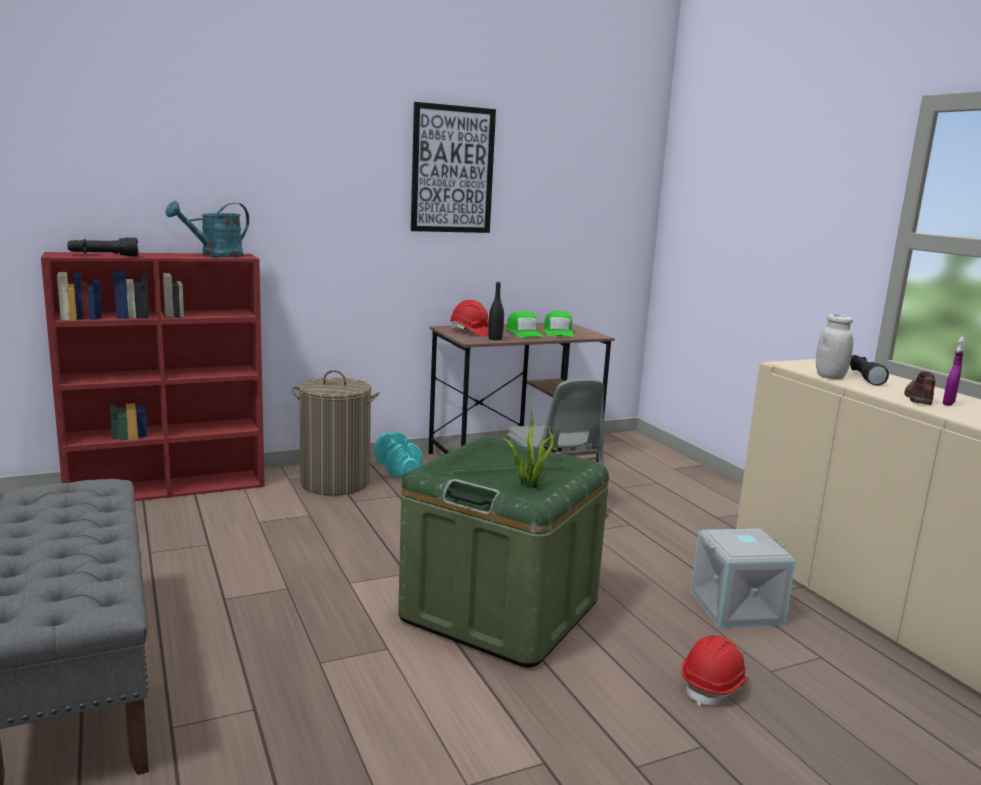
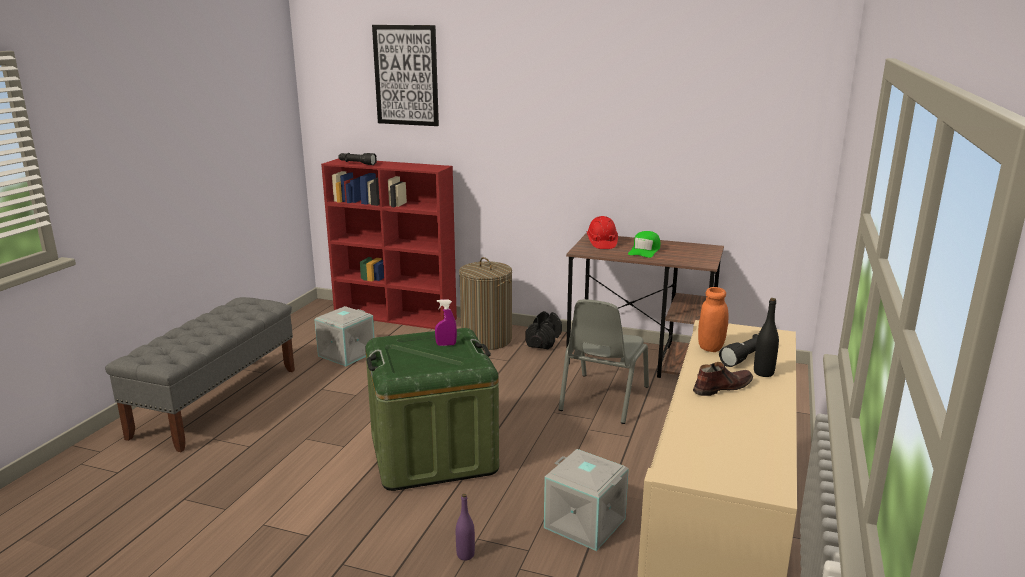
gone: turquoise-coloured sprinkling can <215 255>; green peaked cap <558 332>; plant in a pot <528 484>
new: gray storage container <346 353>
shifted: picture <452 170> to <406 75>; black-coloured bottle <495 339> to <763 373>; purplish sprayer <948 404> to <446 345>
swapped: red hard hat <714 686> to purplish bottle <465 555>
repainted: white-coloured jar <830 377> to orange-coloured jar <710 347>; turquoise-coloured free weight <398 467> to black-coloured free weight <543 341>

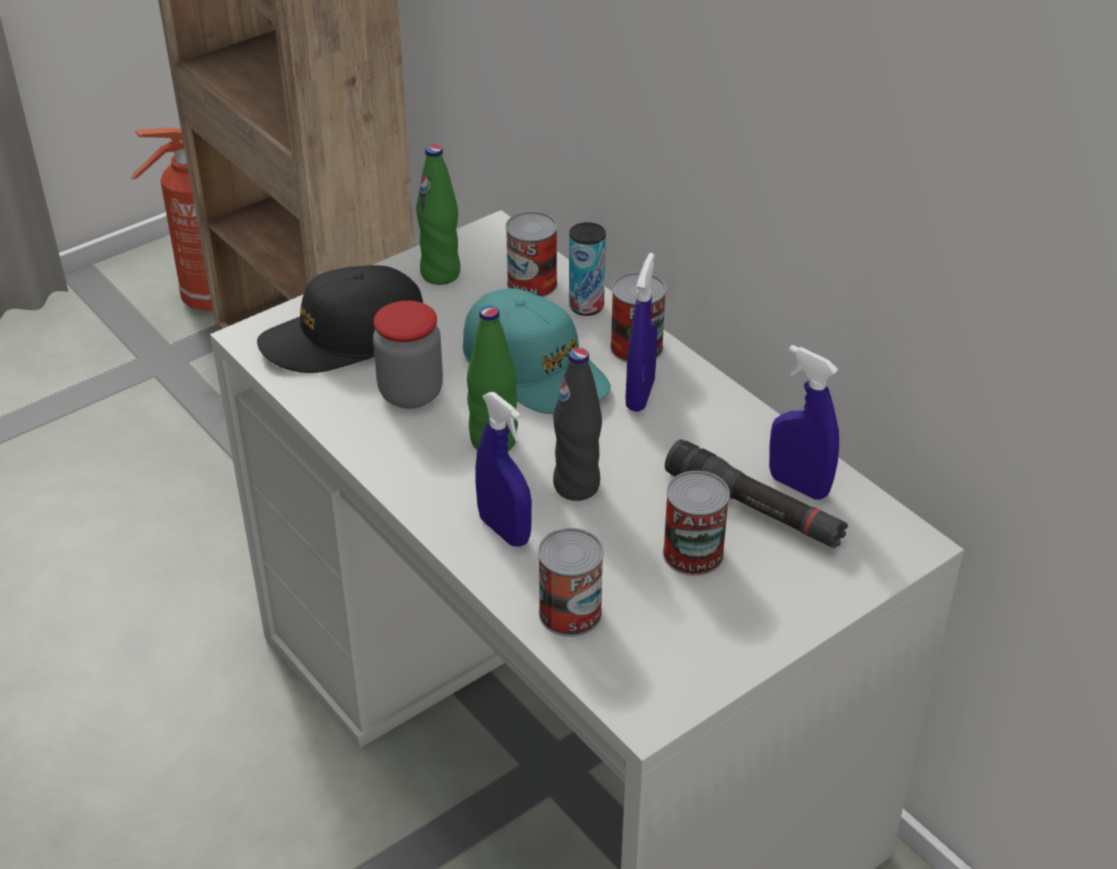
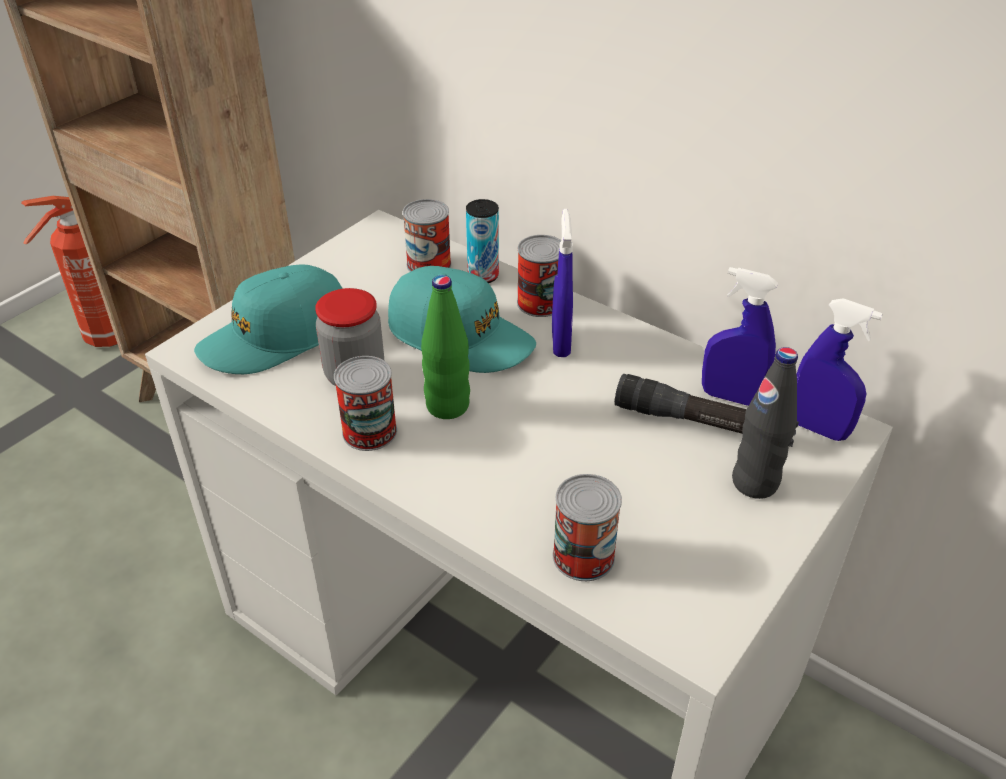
gone: green bottle <440 274>
shifted: black-coloured bottle <576 486> to <755 483>; bluish sprayer <504 530> to <818 429>; sealed can <693 553> to <369 431>
repainted: black-coloured peaked cap <345 338> to turquoise-coloured peaked cap <276 336>

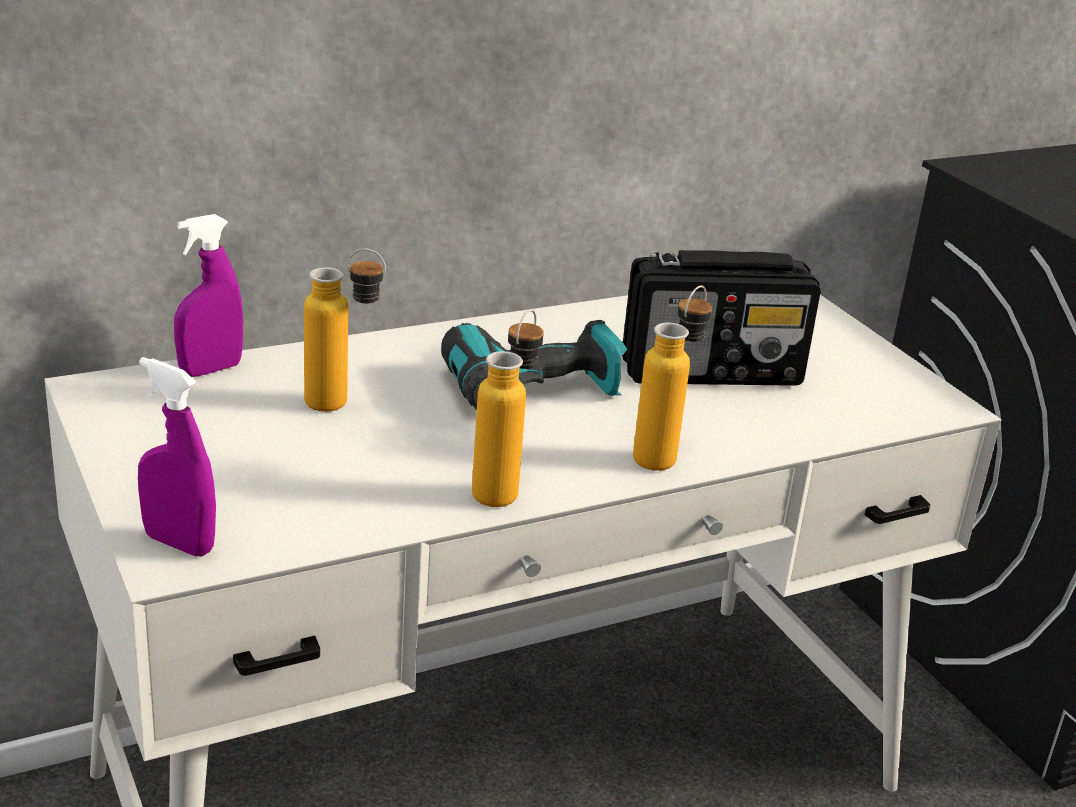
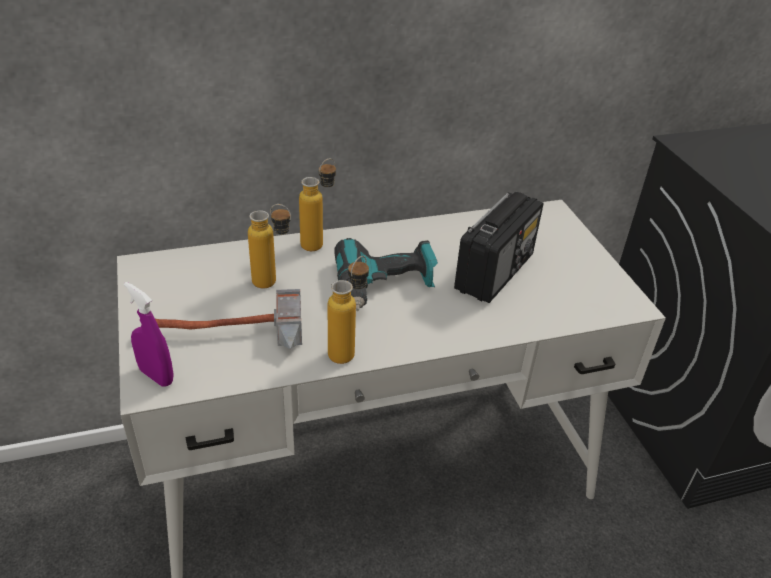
gone: purplish sprayer <210 370>
new: hammer <224 338>
shifted: bottle <664 454> to <319 242>
rotated: radio set <713 371> = <495 272> 60 degrees counterclockwise

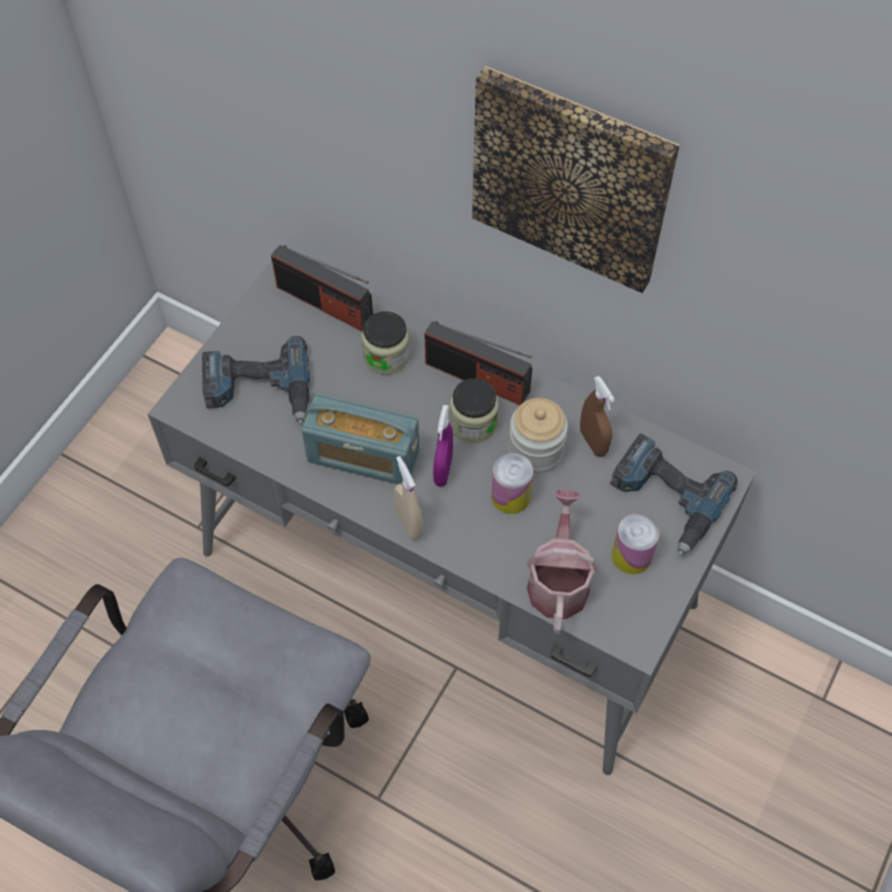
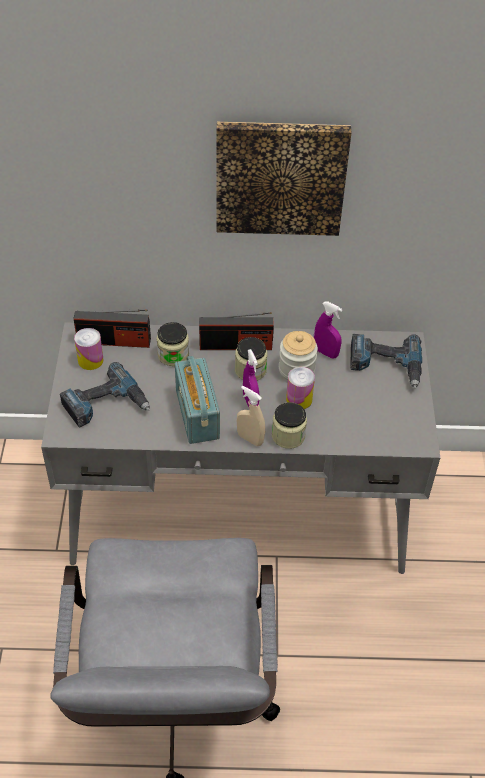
gone: sprinkling can <558 580>
new: jar <288 436>
shifted: sealed can <631 555> to <90 360>
repainted: brownish sprayer <593 442> to purplish sprayer <325 352>
rotated: radio set <363 456> = <197 414> 90 degrees clockwise

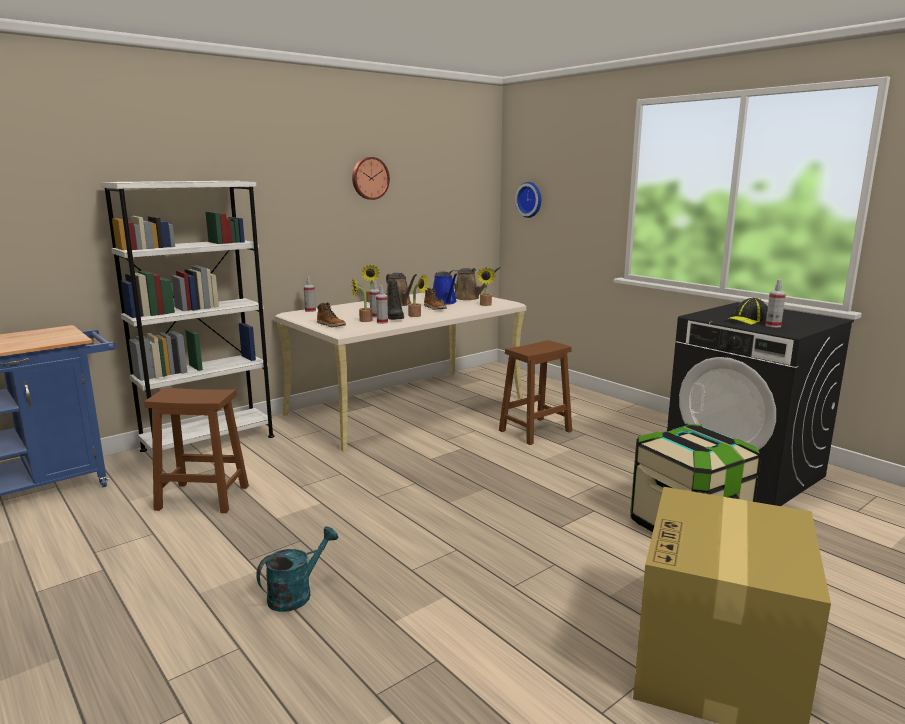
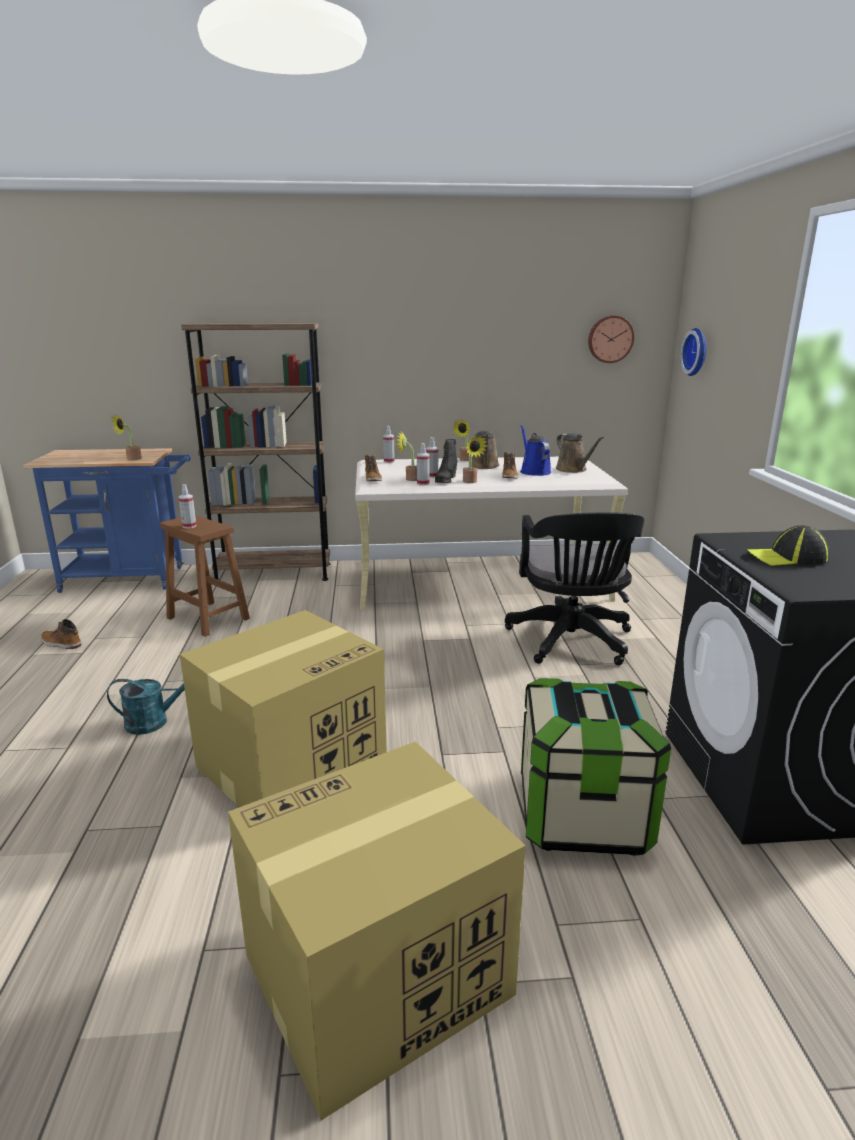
new: packing box <293 762>; high-top boot <61 644>
shifted: wall clock <369 178> to <610 339>; plant in a pot <485 305> to <131 459>; sprayer <773 325> to <189 526>
swapped: brownish sitting stool <534 431> to black-coloured office chair <571 642>
repainted: white-coloured bookshelf <209 443> to brownish bookshelf <274 573>
rotated: bluish sprinkling can <444 302> = <534 471> 150 degrees clockwise

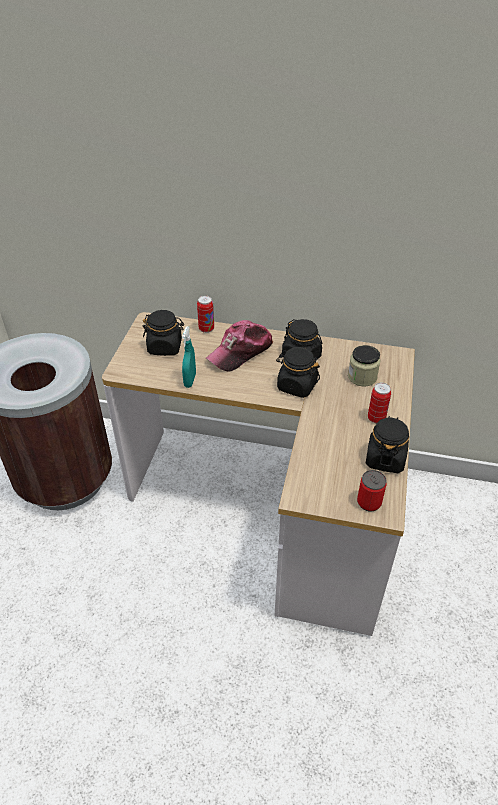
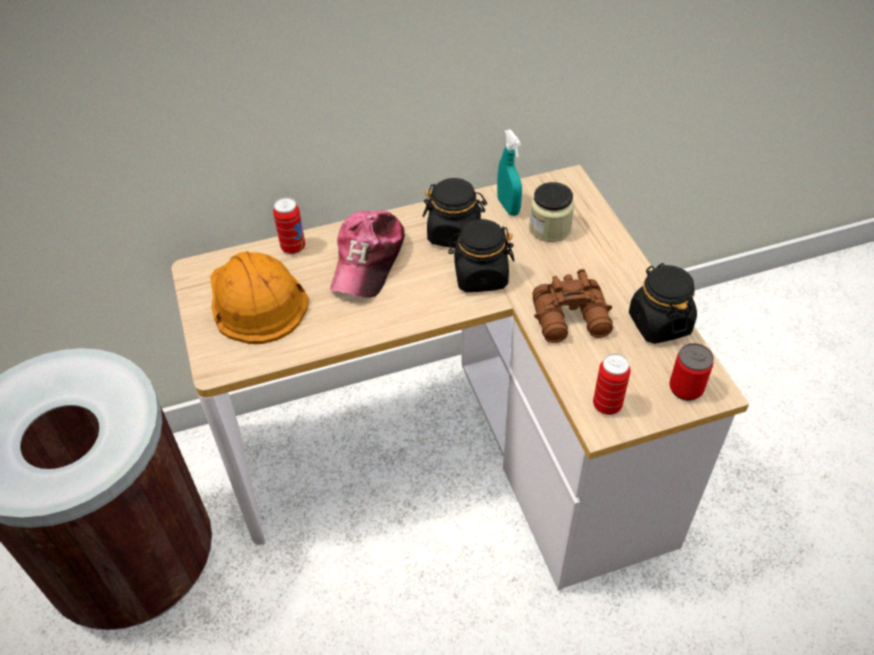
new: brownish binoculars <572 320>
shifted: turquoise-coloured sprayer <190 380> to <508 207>; sealed can <376 418> to <607 405>
swapped: black-coloured jar <165 347> to orange-coloured hard hat <255 300>

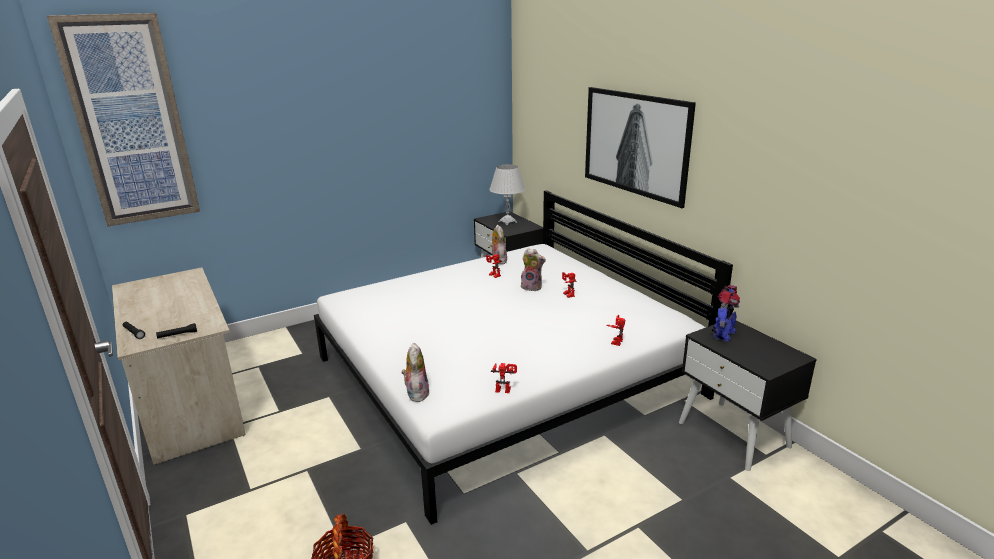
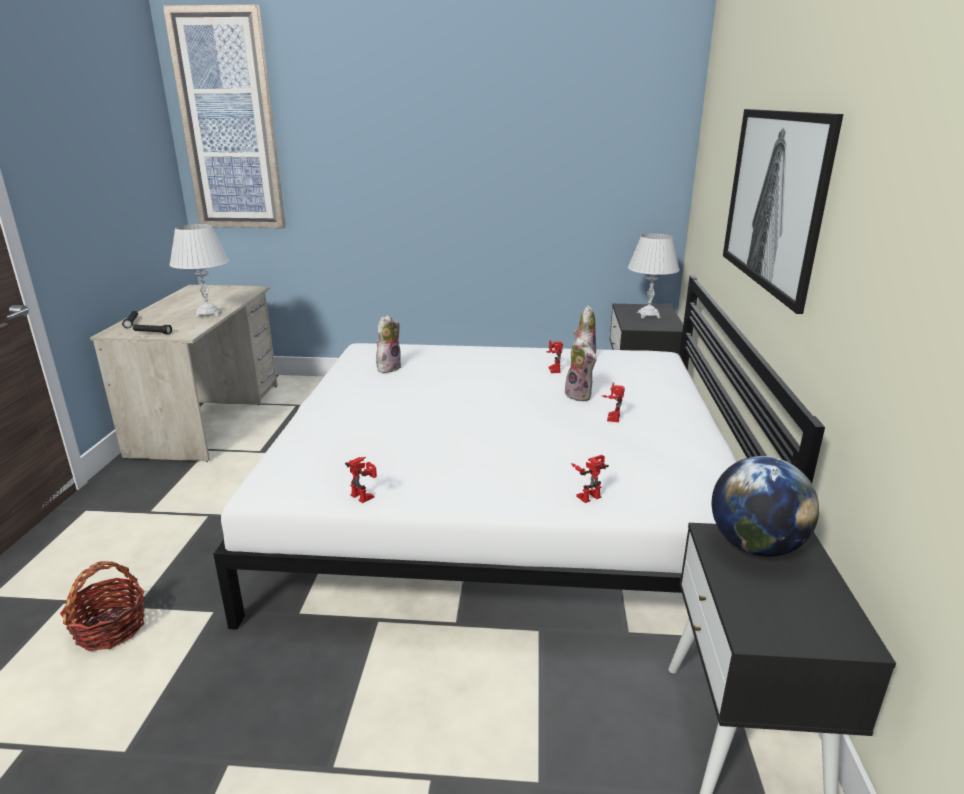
new: white-coloured table lamp <208 314>
shifted: soft toy <416 393> to <388 367>
swapped: toy robot <723 334> to world globe <755 546>

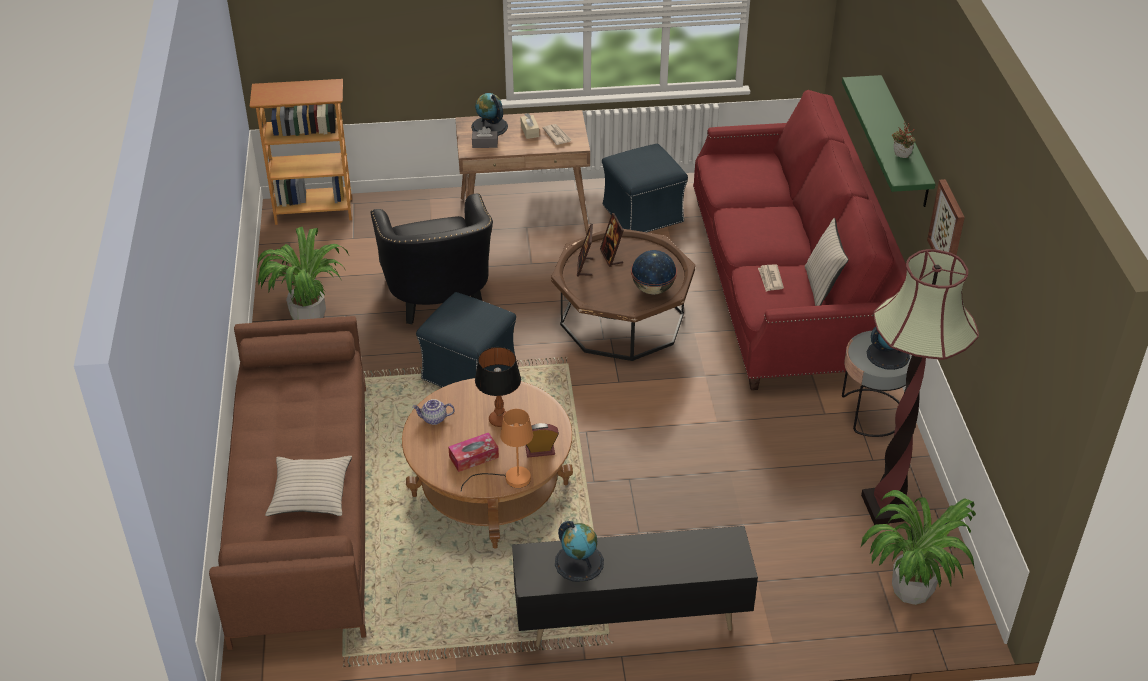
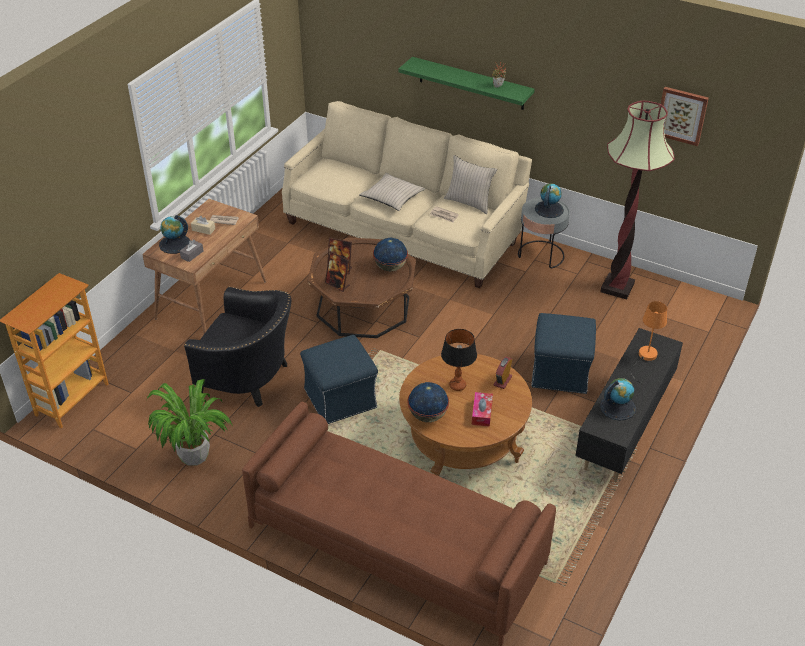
gone: plant in a pot <911 590>
shifted: bluish pouffe <642 214> to <560 373>; picture <948 228> to <682 115>; orange-coloured table lamp <509 479> to <645 358>; beige cushion <310 493> to <392 197>
swapped: teapot <434 419> to world globe <428 416>
repainted: red sofa <784 286> to beige sofa <404 230>

